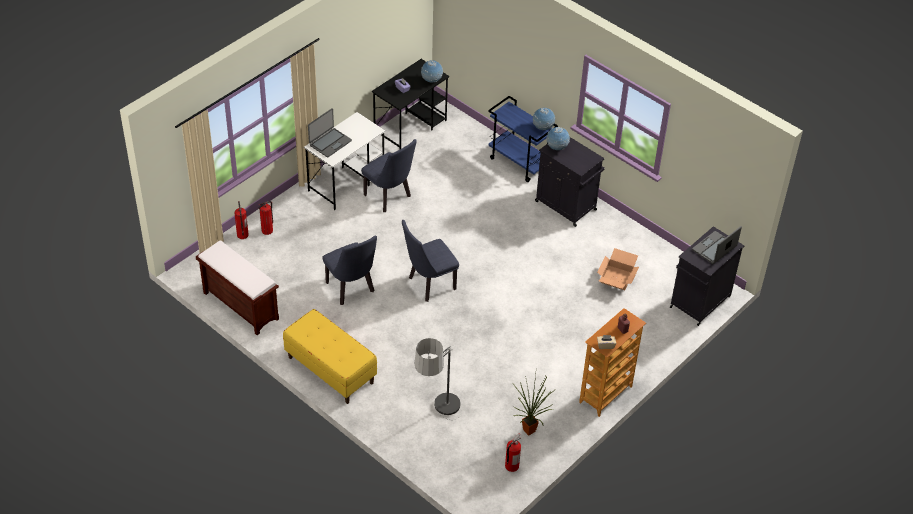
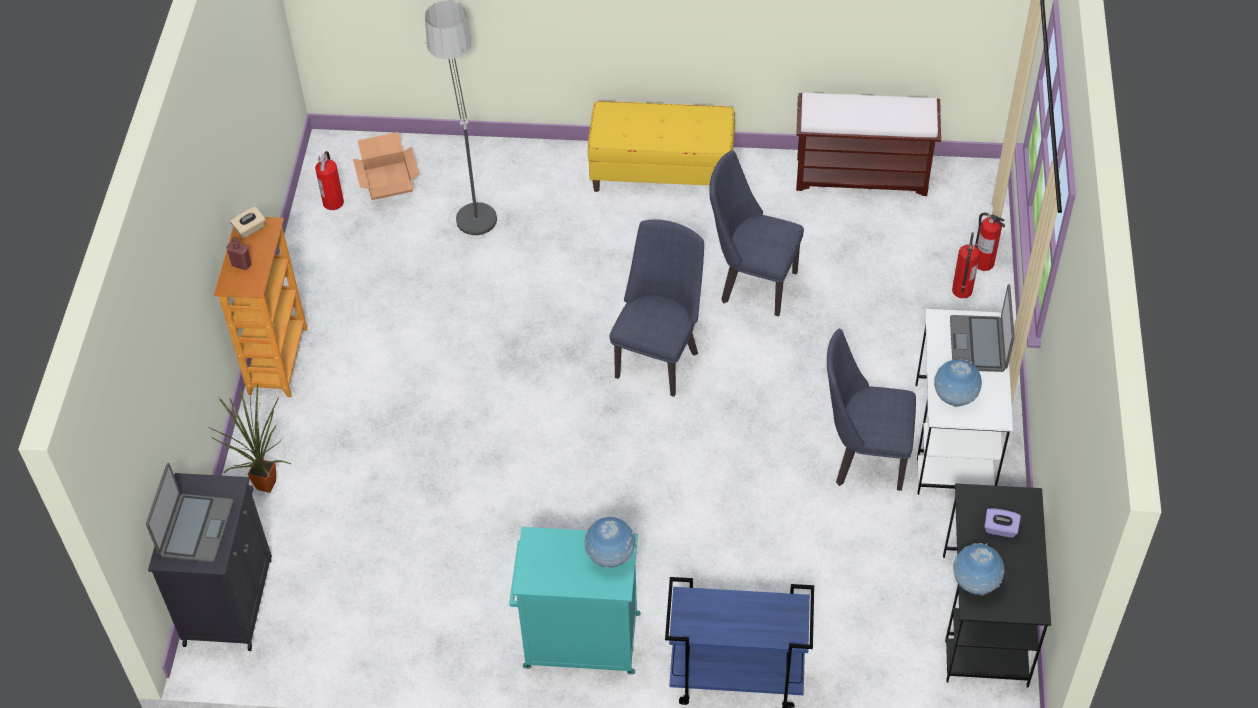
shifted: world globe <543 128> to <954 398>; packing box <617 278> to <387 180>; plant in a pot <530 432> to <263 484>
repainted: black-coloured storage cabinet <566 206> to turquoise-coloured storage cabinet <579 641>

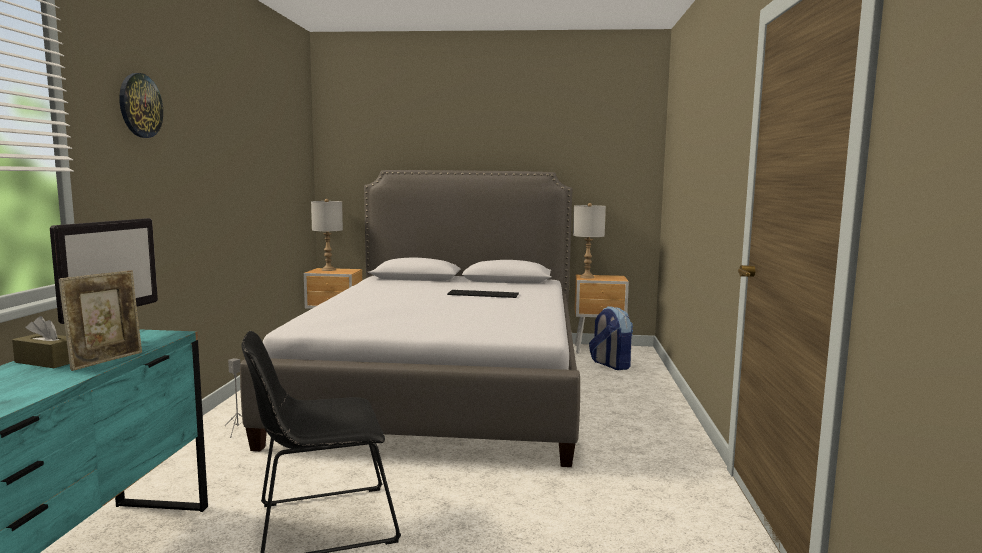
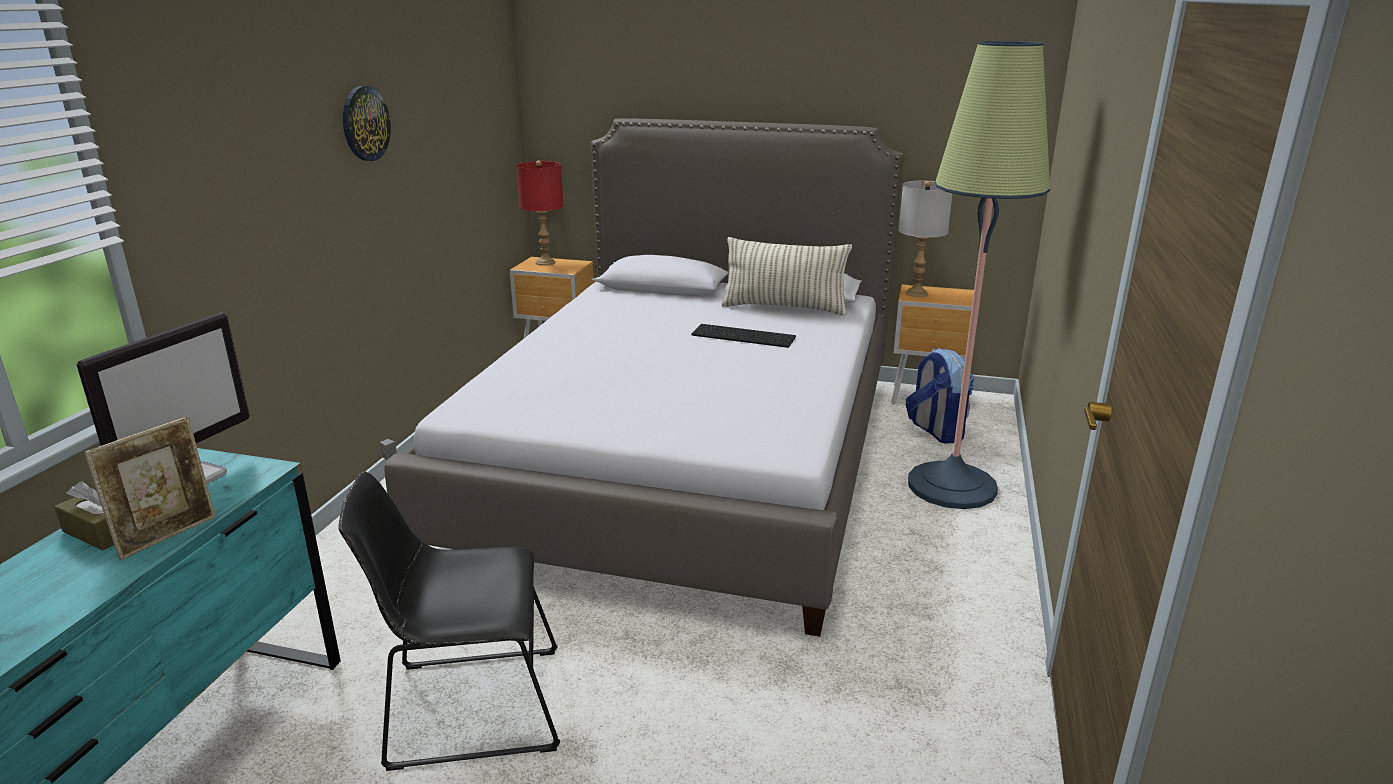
new: standard lamp <951 486>; cushion <784 308>
shifted: wall clock <140 105> to <365 123>
repainted: gray table lamp <328 270> to red table lamp <545 263>

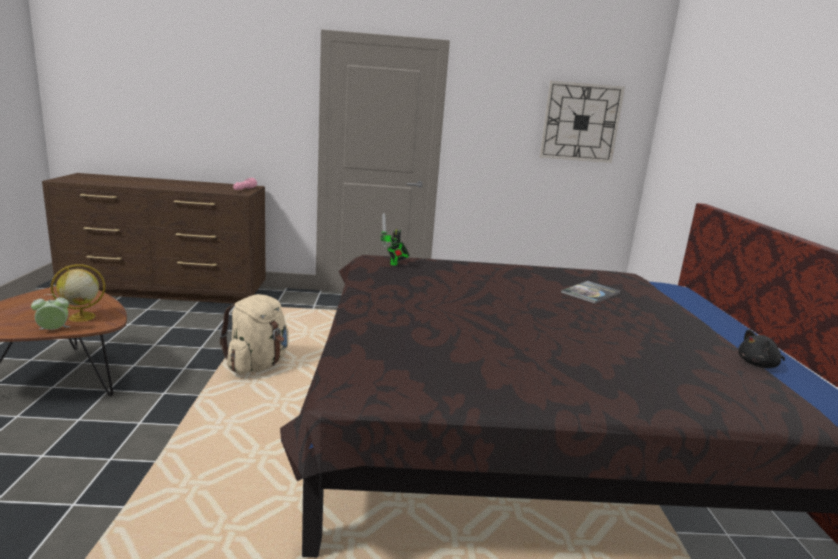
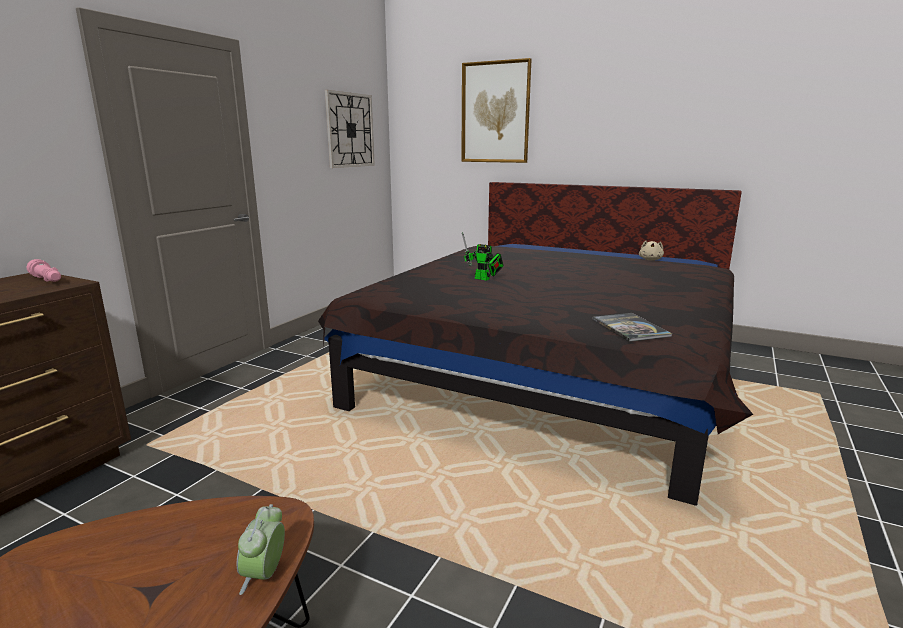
gone: world globe <81 317>; beige rucksack <257 365>
new: picture <495 112>
shifted: toy robot <394 264> to <484 279>; book <590 293> to <630 328>
repainted: black-coloured soft toy <758 365> to beige soft toy <650 259>

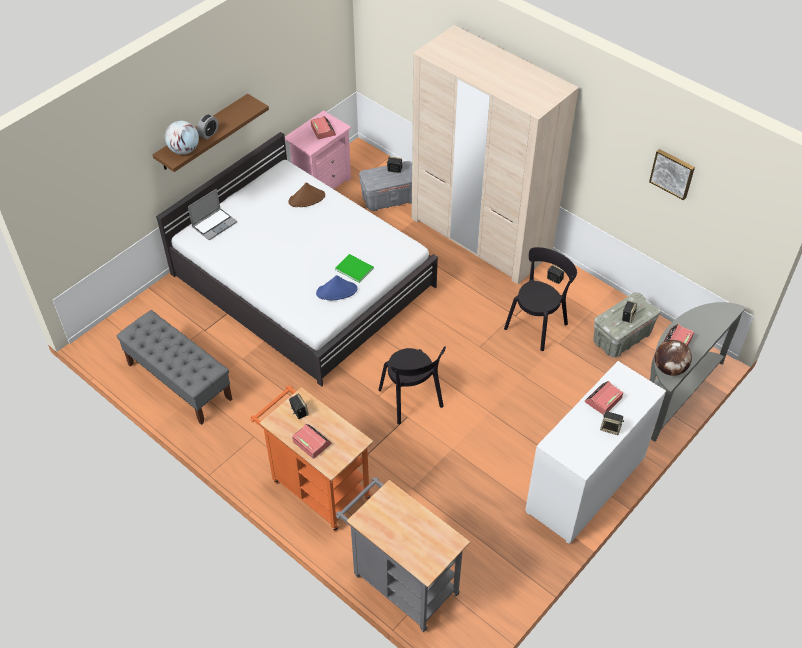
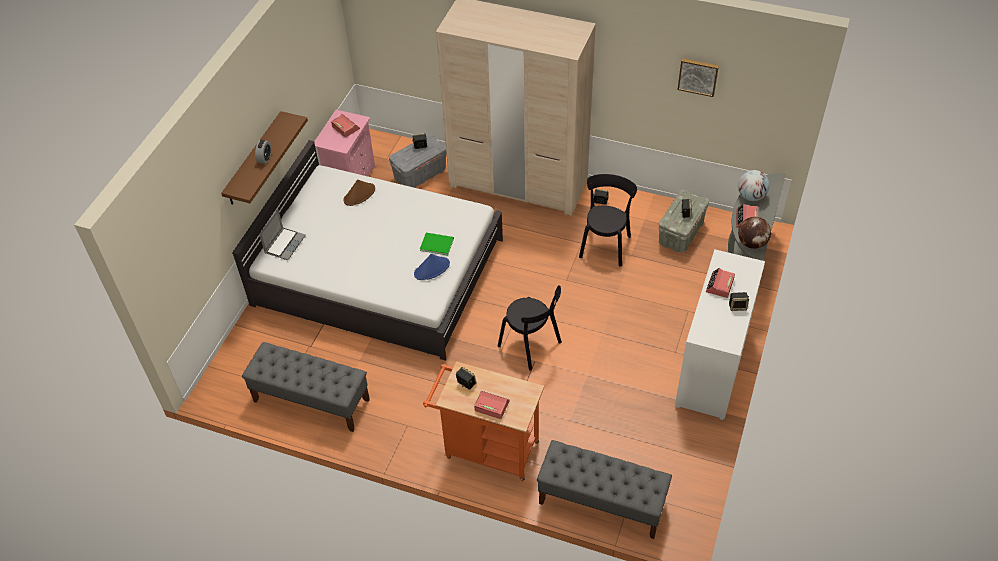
shifted: world globe <184 150> to <751 196>
swapped: gray cart <401 581> to gray bench <601 502>

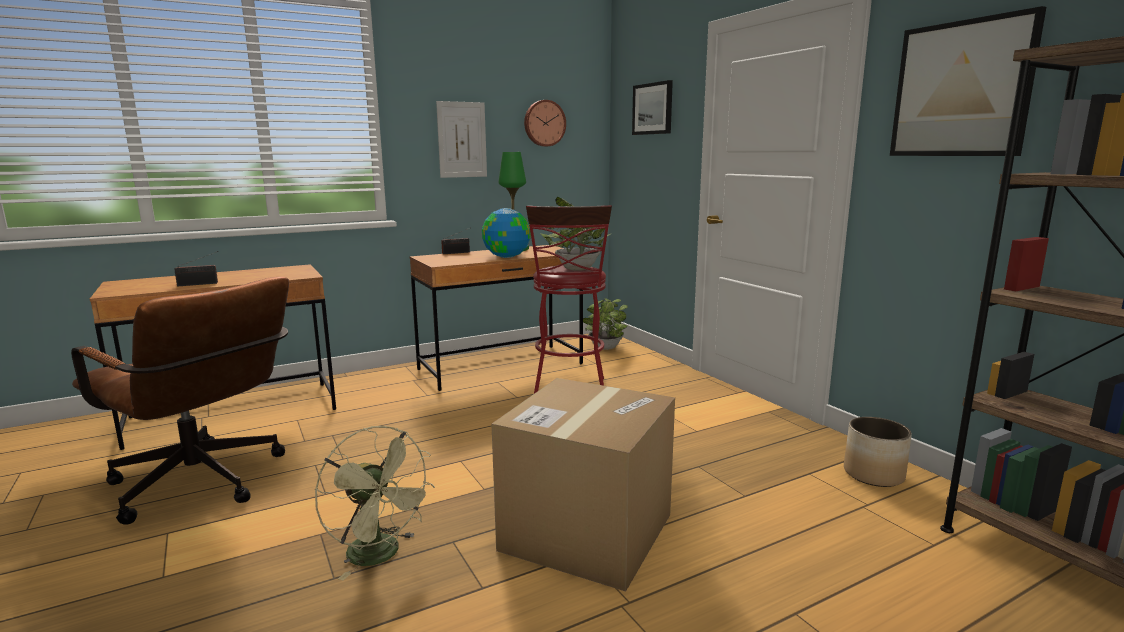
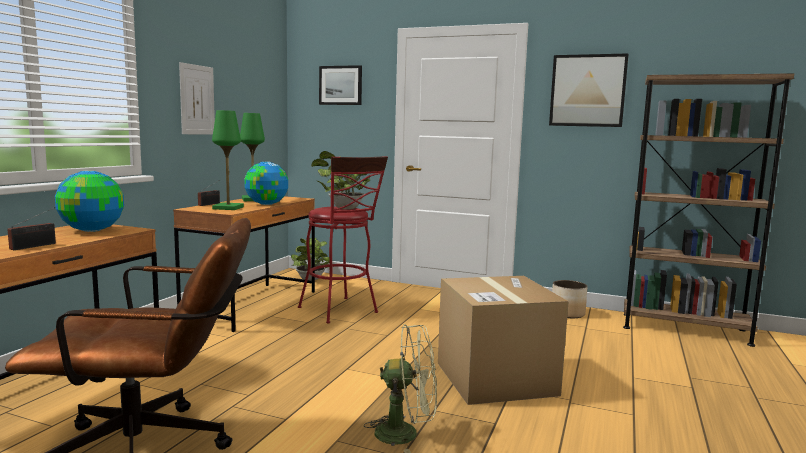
gone: wall clock <544 123>
new: green table lamp <228 208>; world globe <93 230>

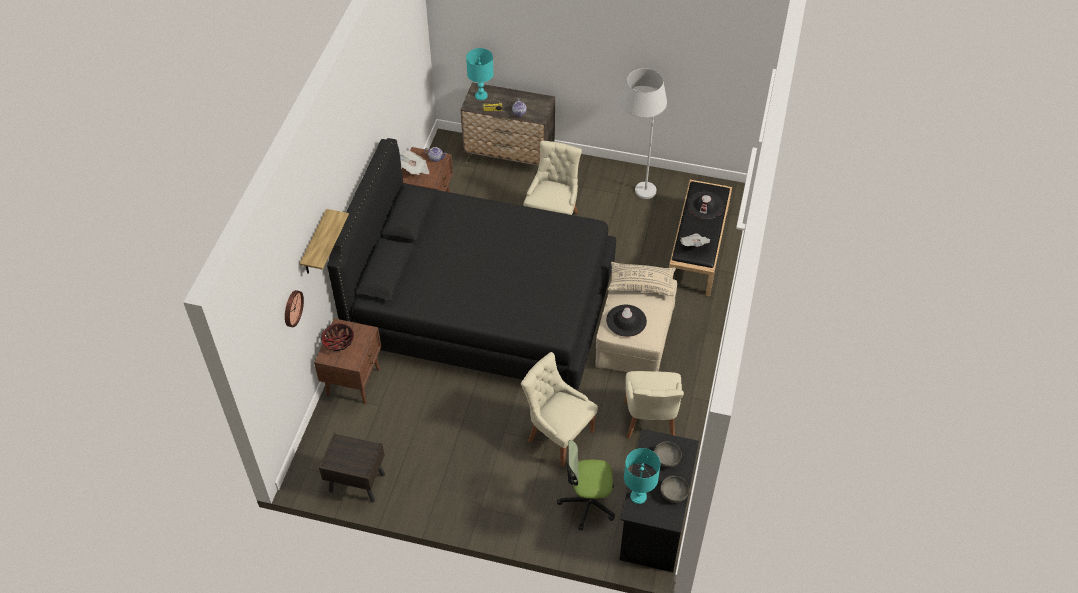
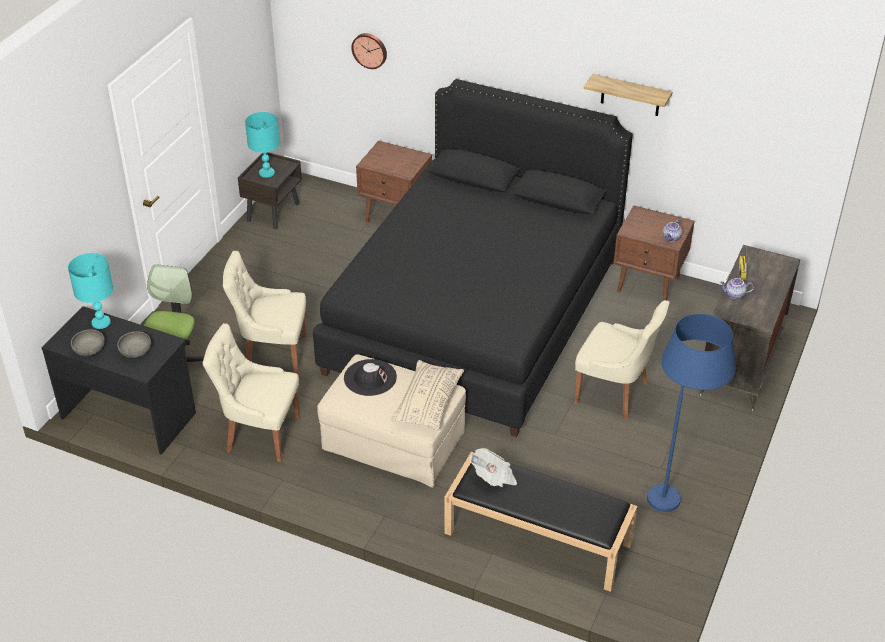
gone: printed paper <414 169>; black-coloured hat <705 205>; serving bowl <338 342>
shifted: turquoise-coloured table lamp <481 96> to <267 173>; bracket shelf <315 244> to <630 95>
repainted: white-coloured standard lamp <635 185> to bluish standard lamp <676 490>
rotated: beige chair <558 435> = <272 354> 135 degrees counterclockwise

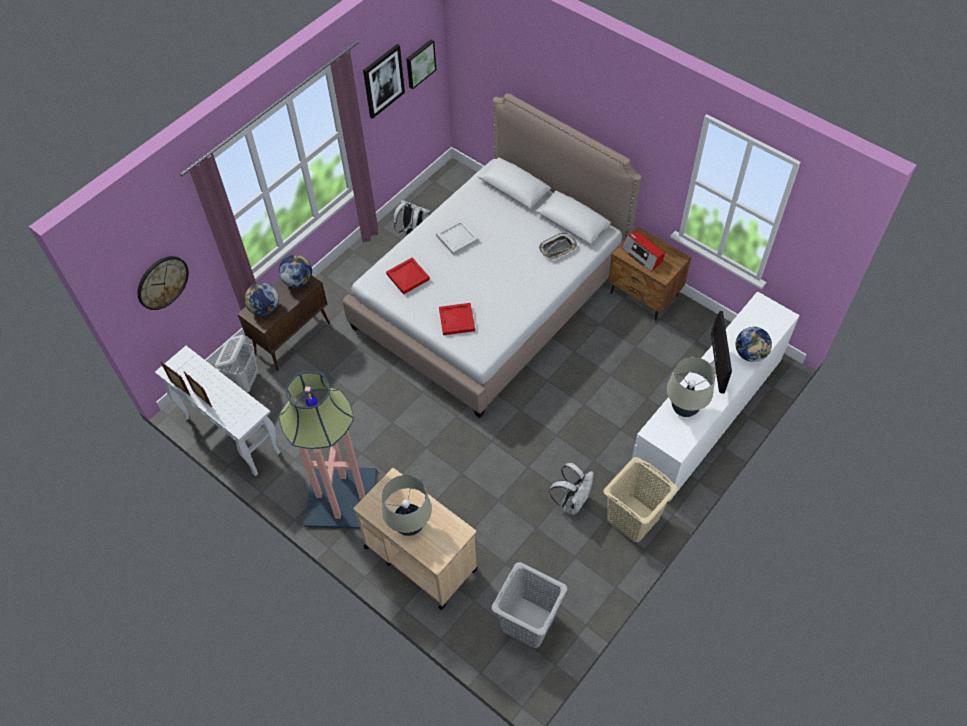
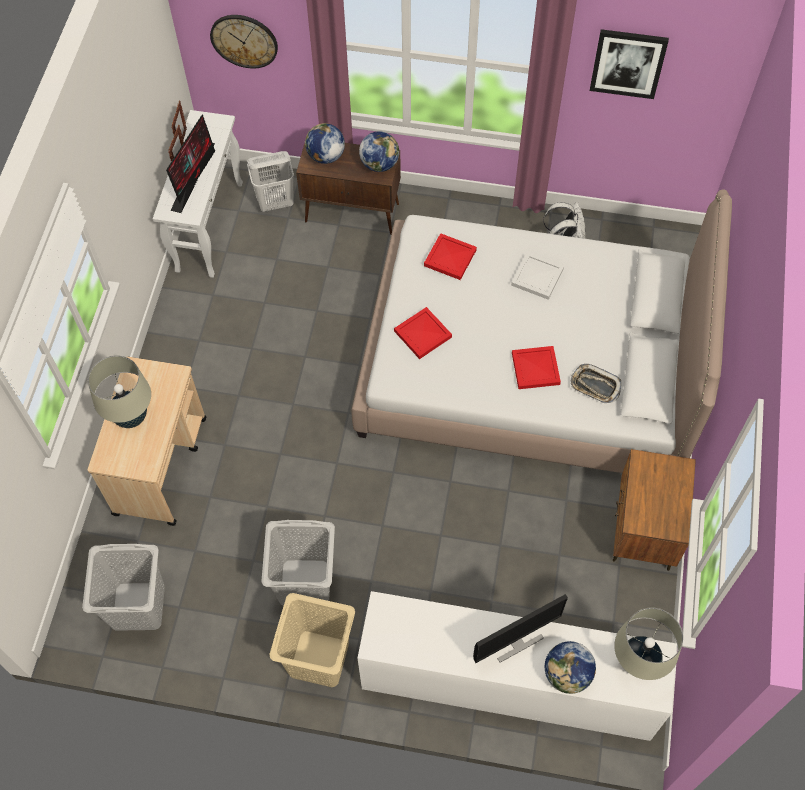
gone: picture <420 63>; radio set <643 255>; standard lamp <341 497>
new: computer screen <194 175>; red carrying tray <536 369>
shifted: beige table lamp <684 408> to <638 661>
swapped: white-coloured rucksack <572 501> to gray washing basket <305 582>

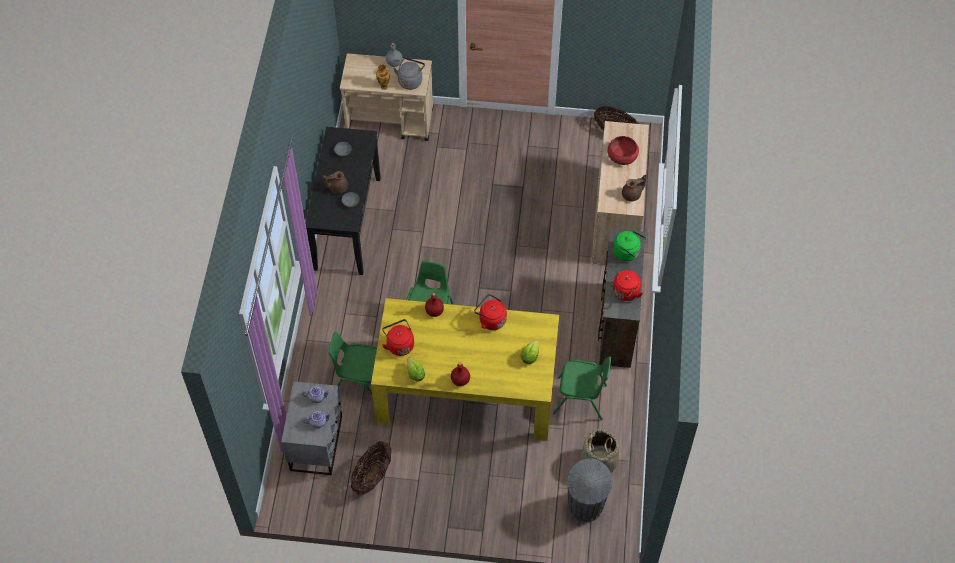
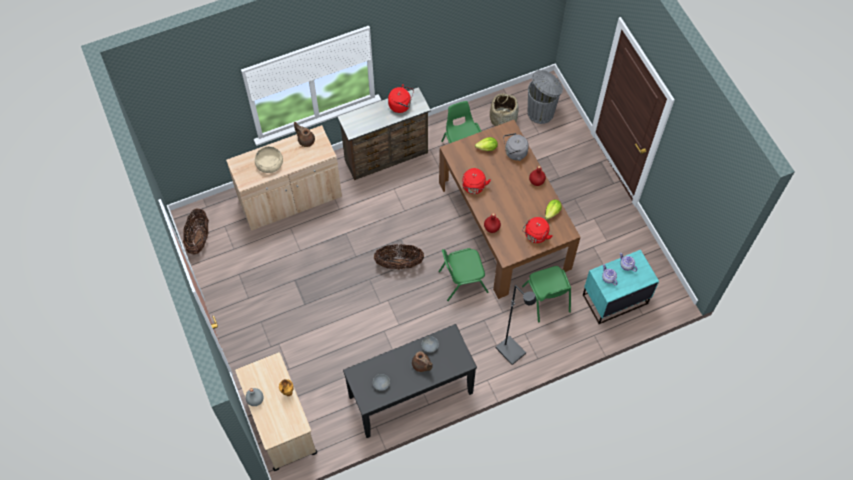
gone: green water kettle <628 253>
new: black-coloured standard lamp <511 350>
shifted: gray water kettle <410 81> to <514 153>; basket <372 476> to <399 263>
repainted: red serving bowl <622 155> to beige serving bowl <269 163>; yellow-coloured kitchen table <466 389> to brownish kitchen table <504 225>; gray night table <317 443> to turquoise-coloured night table <614 299>

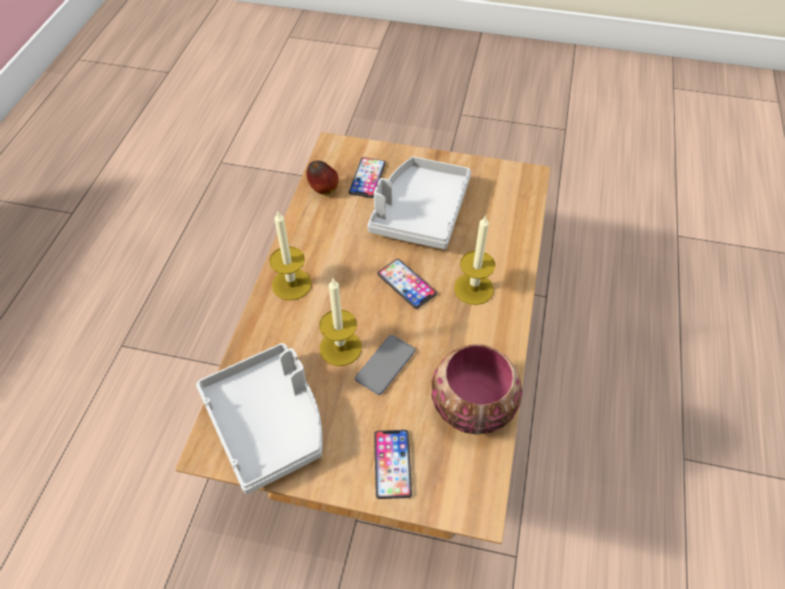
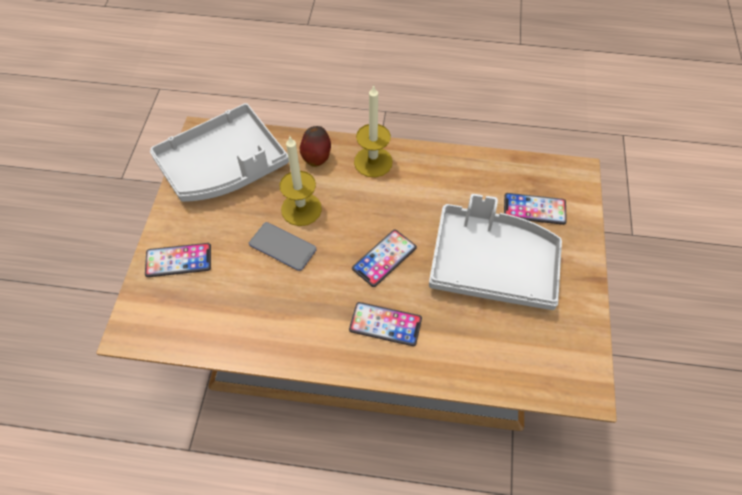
gone: serving bowl <470 406>
shifted: apple fruit <323 190> to <317 159>
swapped: candle <473 288> to phone <385 324>

